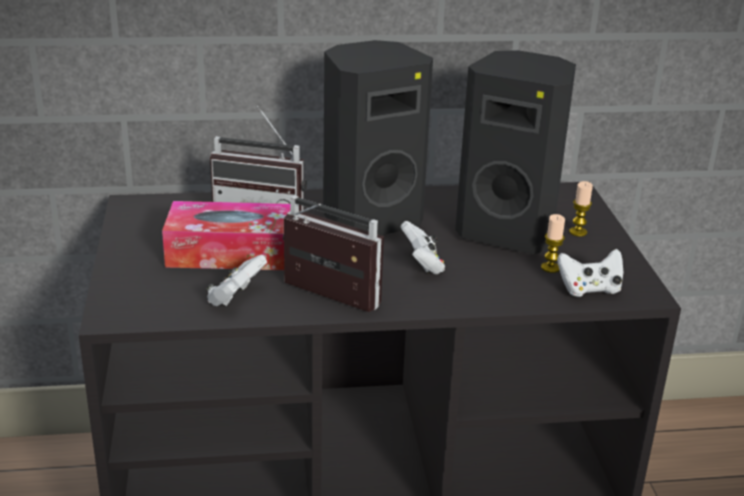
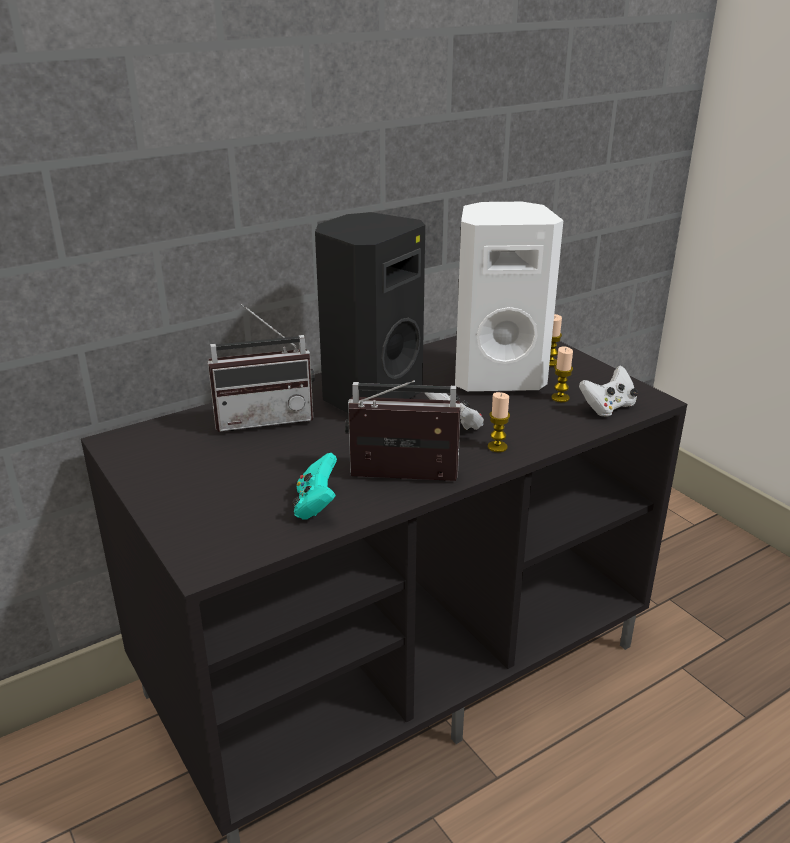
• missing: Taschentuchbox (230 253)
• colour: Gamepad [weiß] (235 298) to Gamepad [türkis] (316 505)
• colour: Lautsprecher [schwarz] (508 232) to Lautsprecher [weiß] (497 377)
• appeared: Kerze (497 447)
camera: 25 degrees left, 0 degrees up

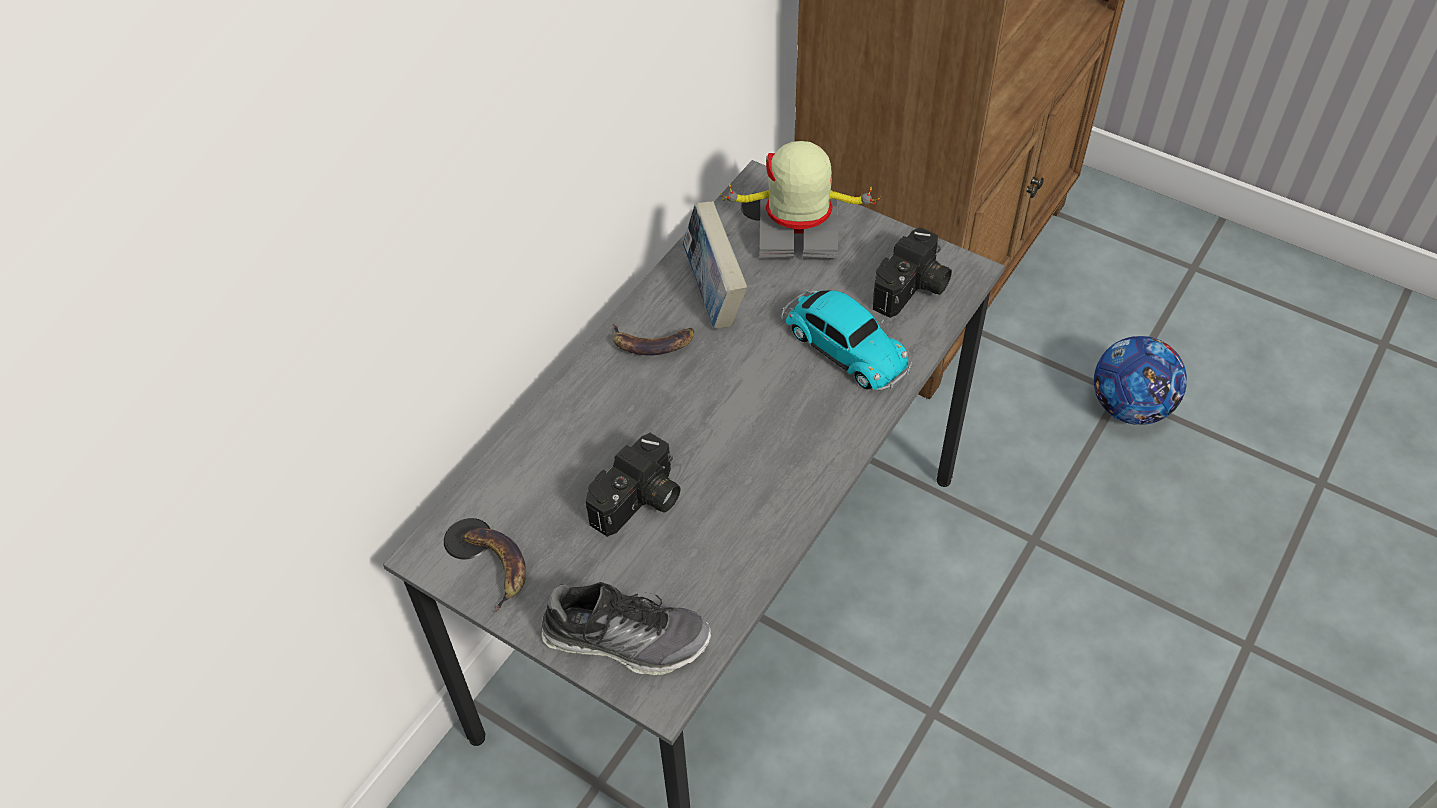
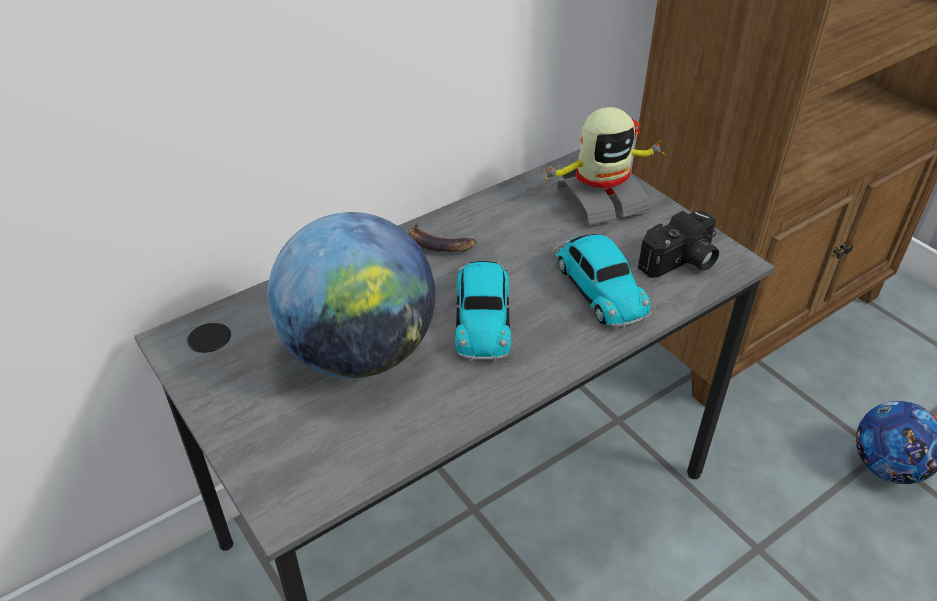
• missing: Banane (495 566)
• missing: Schuh (626 638)
• exchanged: Kamera (639 503) to Globus (359 353)
• missing: Buch (714 295)
• spun: Spielzeugroboter (798 234) = (600 200) 135 degrees clockwise
• appeared: Spielzeugauto (482 316)
camera: 20 degrees right, 10 degrees down

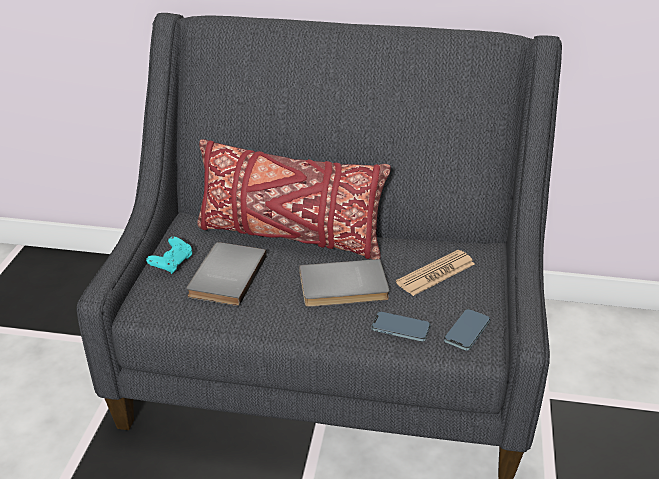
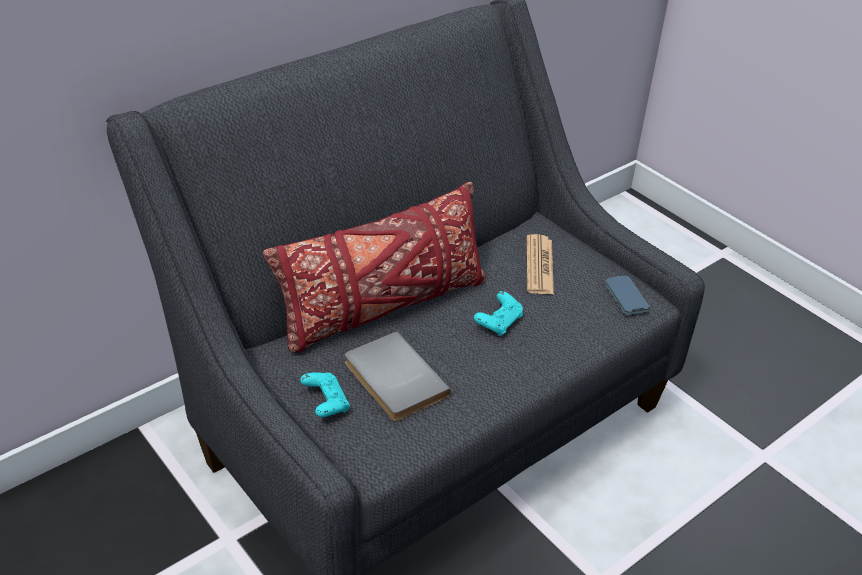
• exchanged: Buch [grau] (344 288) to Gamepad [türkis] (499 323)
• missing: Handy (400 329)
camera: 50 degrees left, 5 degrees up

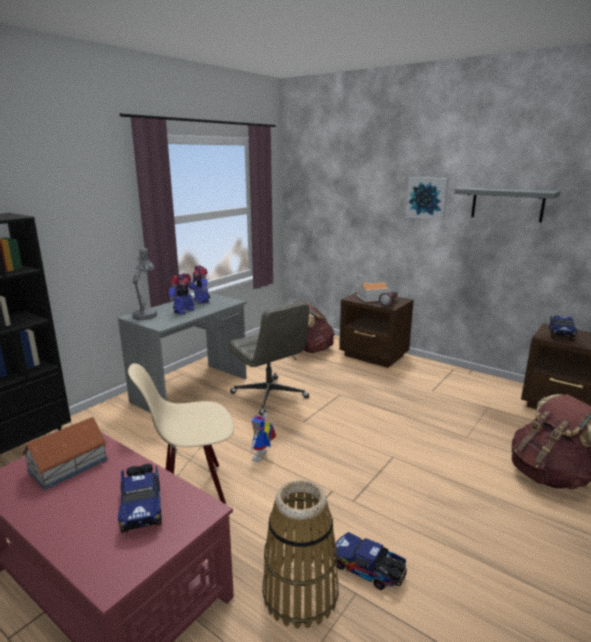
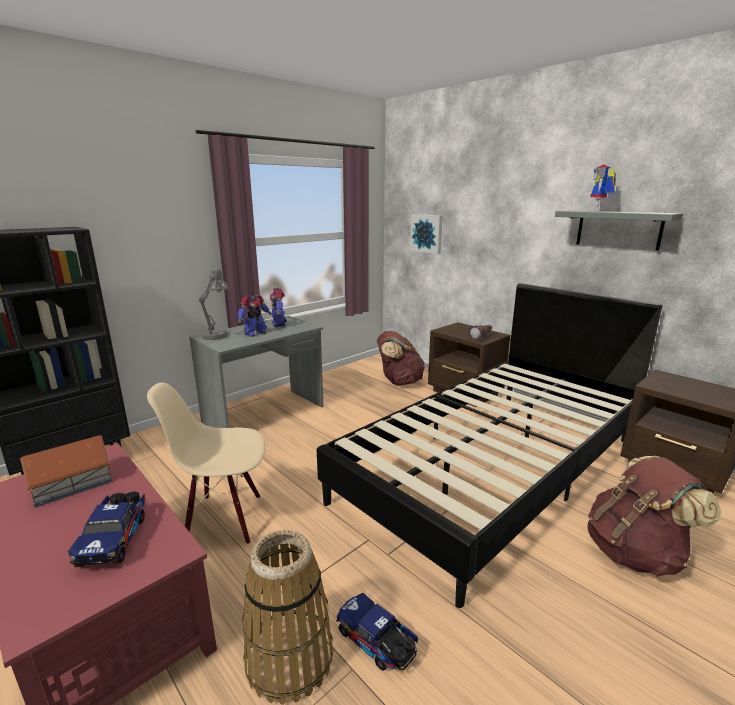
• missing: Bürostuhl [grau] (270 396)
• relocated: Spielzeugroboter (262 457) to (598 211)
• missing: Spielzeughaus (369 298)
• relocated: Bild (427 198) to (427 233)
• missing: Spielzeuglaster (561 334)
• appeared: Bett [schwarz] (493 468)
camera: 10 degrees right, 0 degrees up

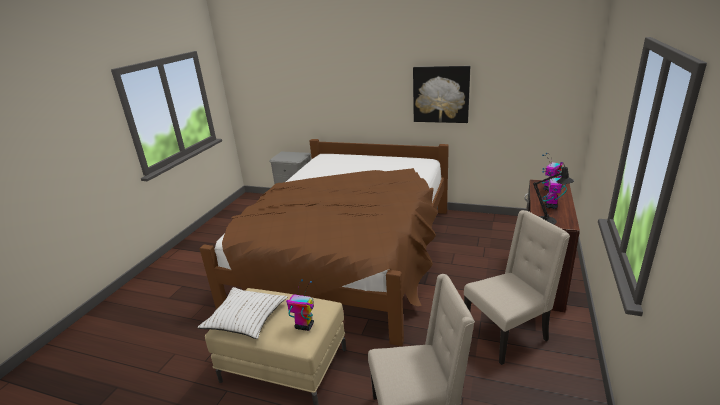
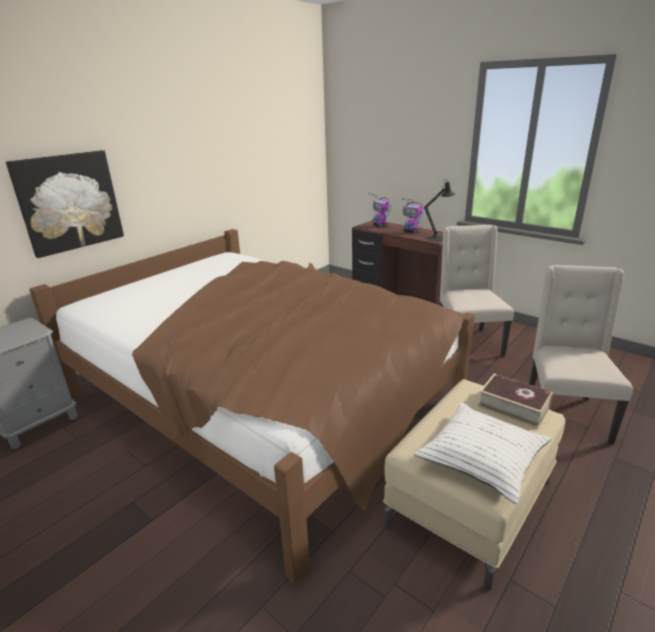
• exchanged: Spielzeugroboter (304 326) to Buch (513 406)
• relocated: Bild (441 94) to (69 202)
camera: 70 degrees left, 0 degrees up

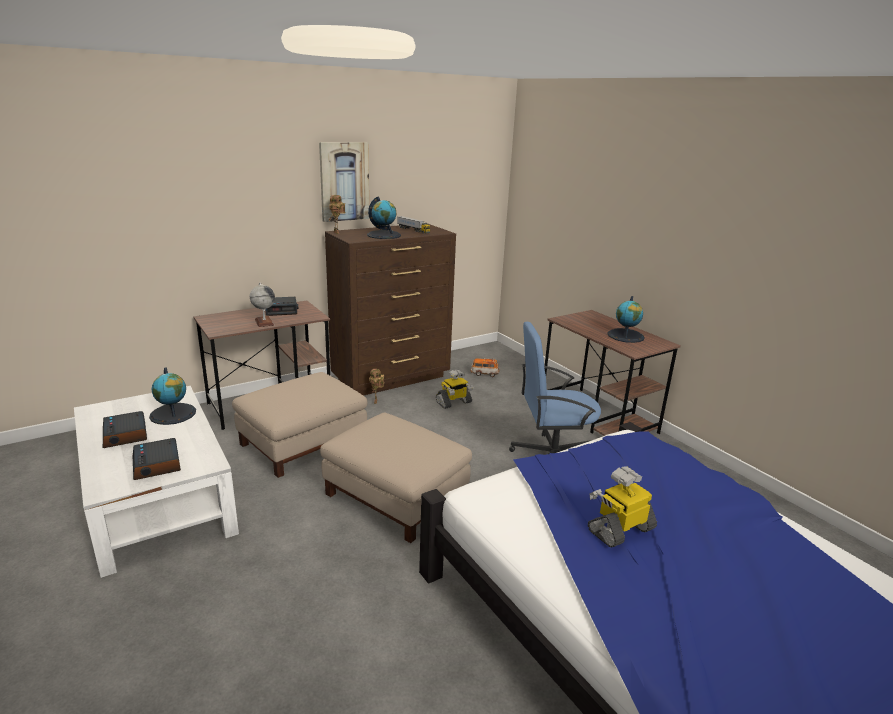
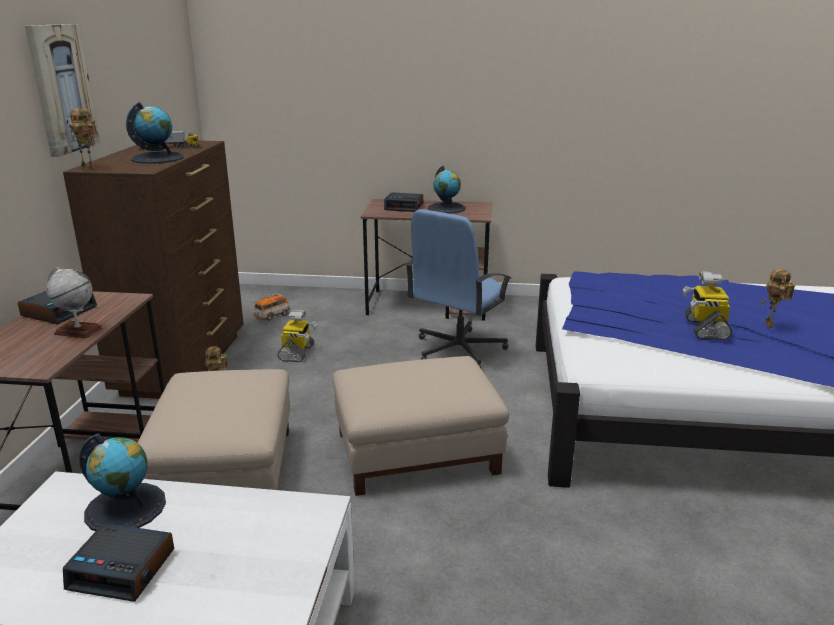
• relocated: Wecker (157 464) to (404 207)
• appeared: Spielzeugroboter (771 325)
camera: 50 degrees left, 0 degrees up

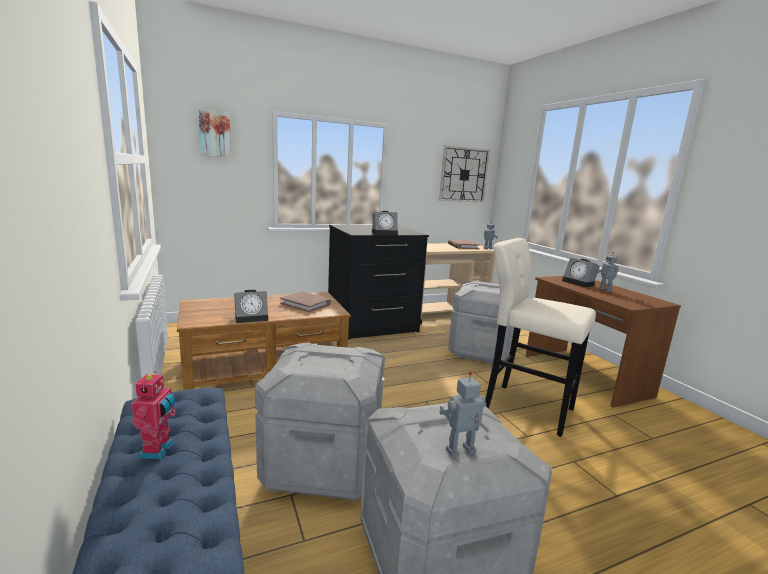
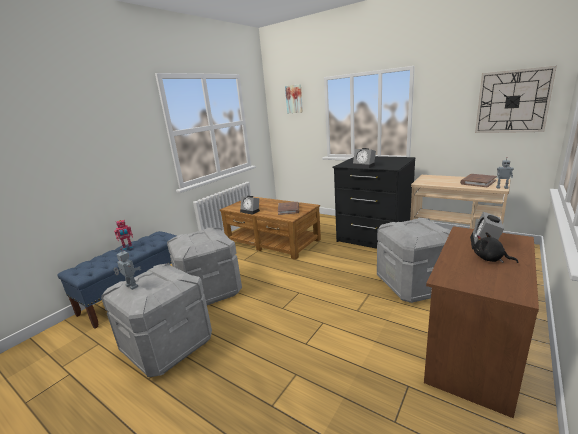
• missing: Hocker [beige] (523 407)
• exchanged: Spielzeugroboter (606 290) to Plüschtier [schwarz] (490 259)
camera: 60 degrees right, 5 degrees up

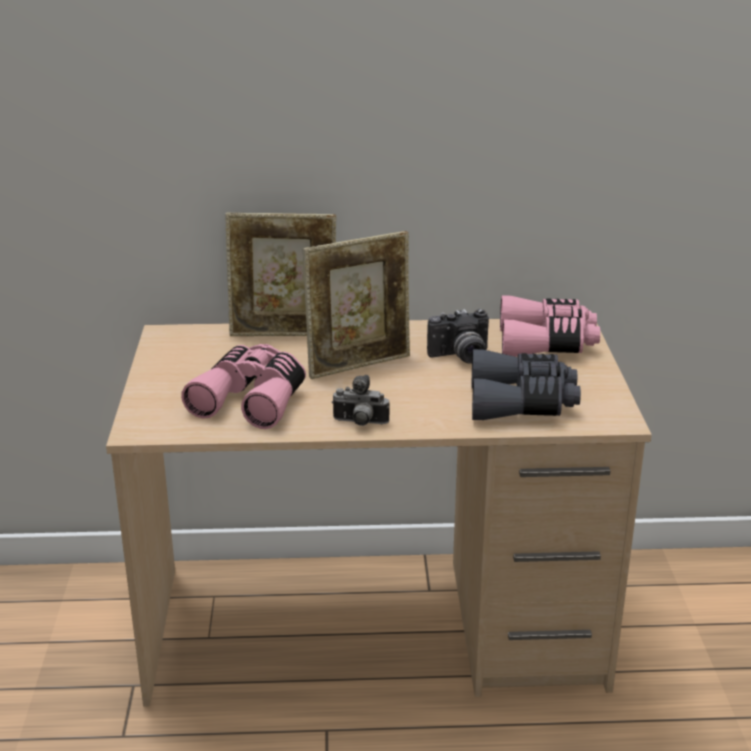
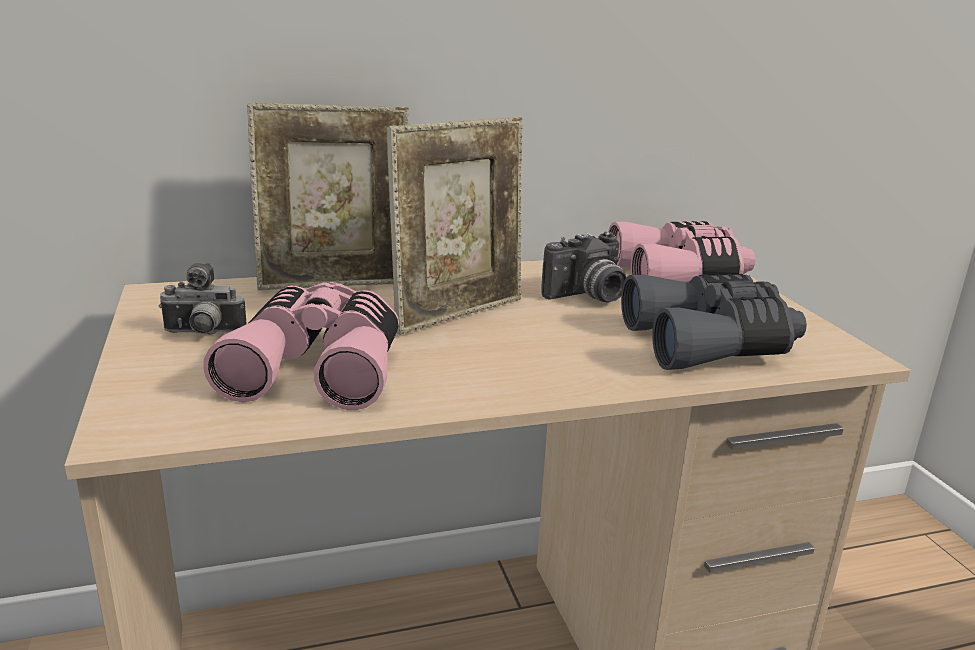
• relocated: Kamera (360 423) to (203 334)
camera: 15 degrees left, 5 degrees down

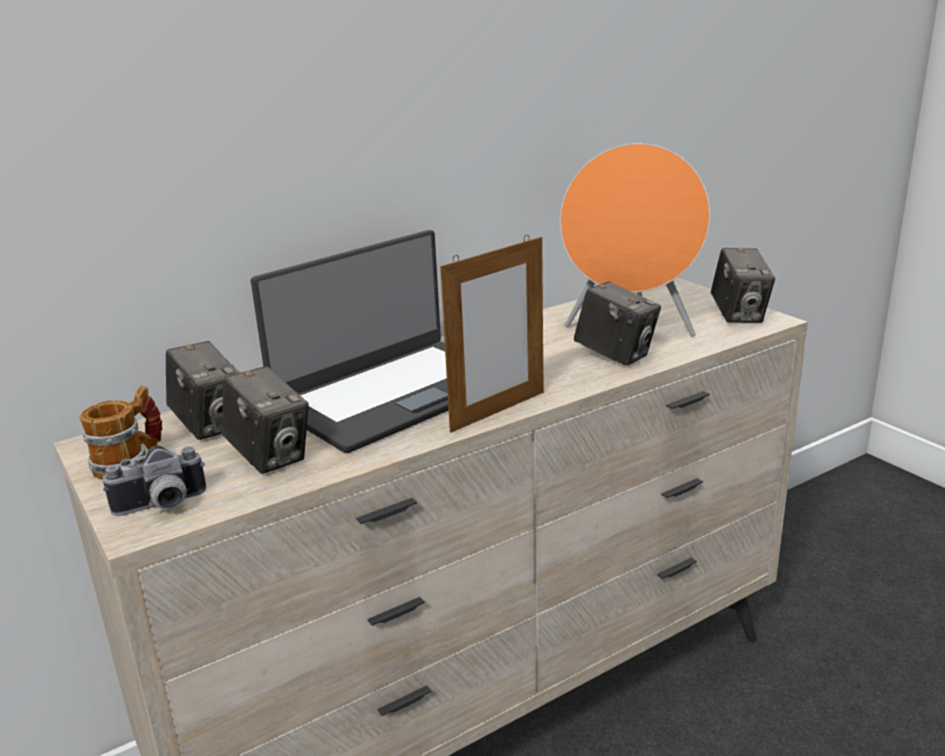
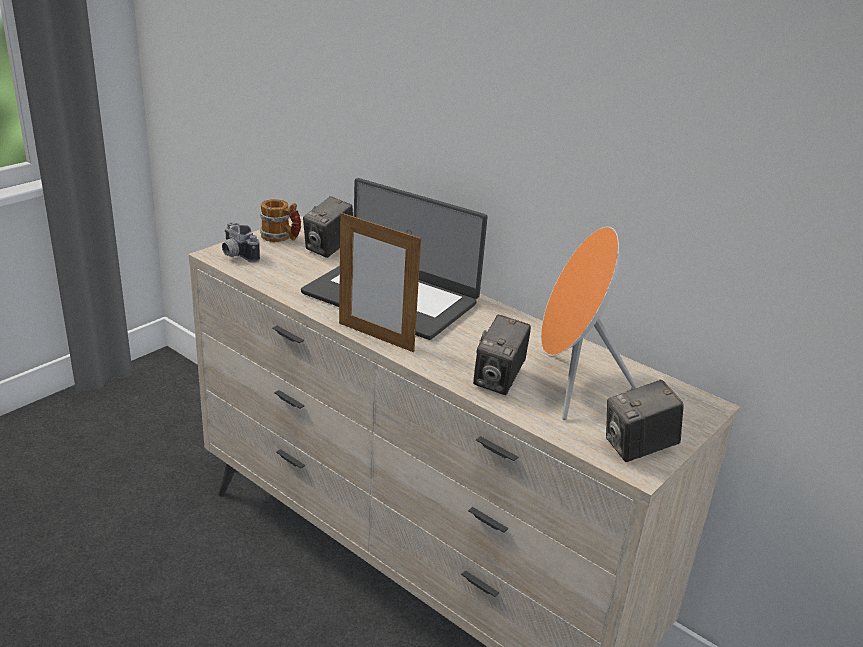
• missing: Kamera (269 456)
camera: 70 degrees right, 5 degrees up

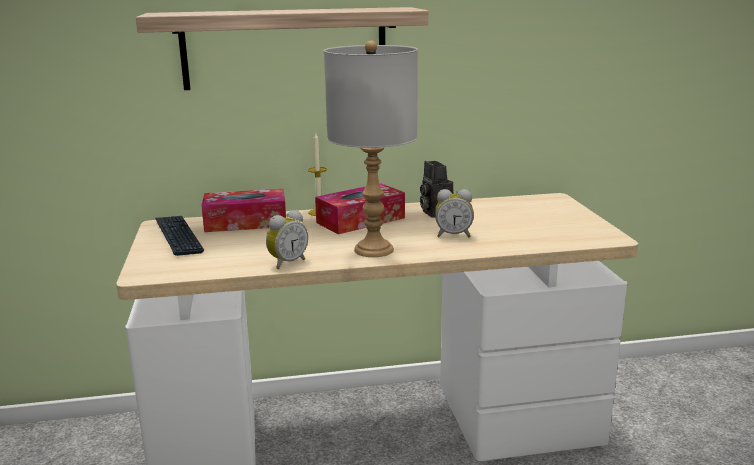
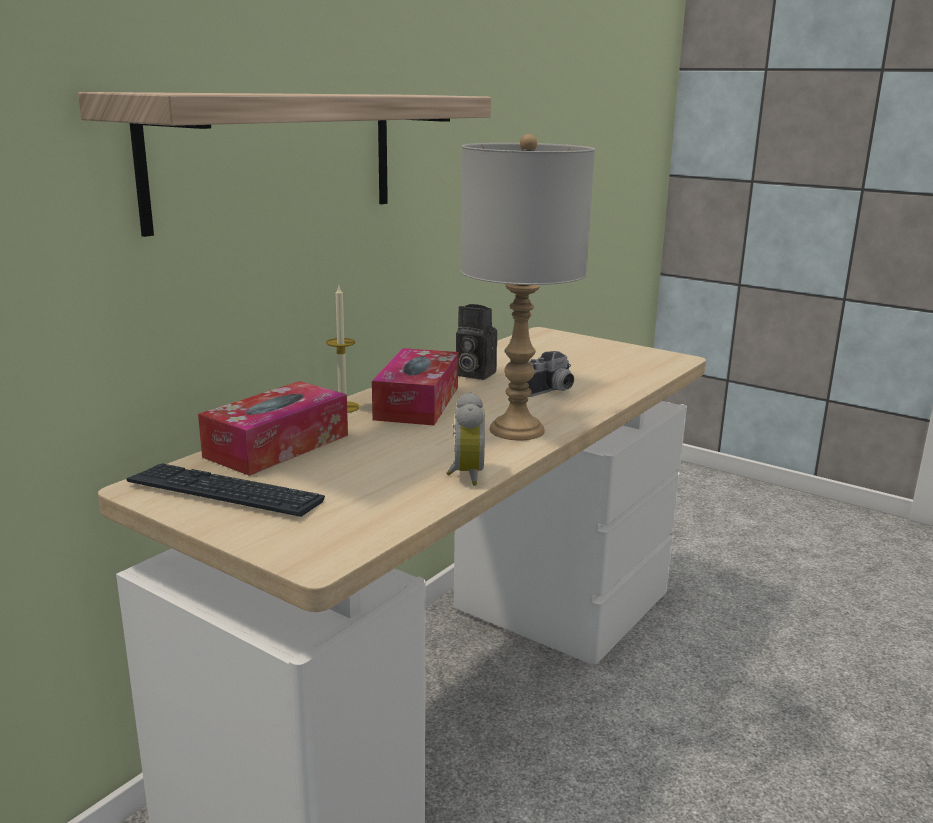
• exchanged: Wecker (453 235) to Kamera (551 392)
camera: 45 degrees left, 0 degrees up

